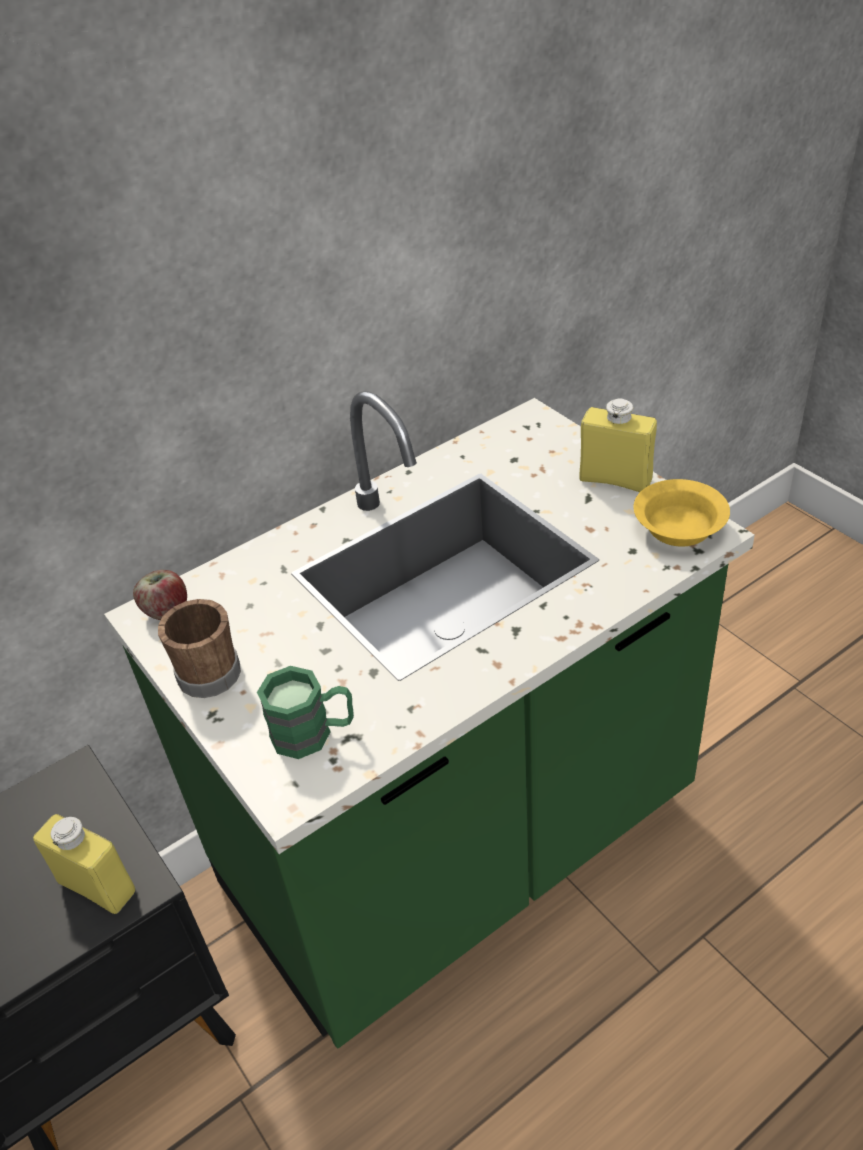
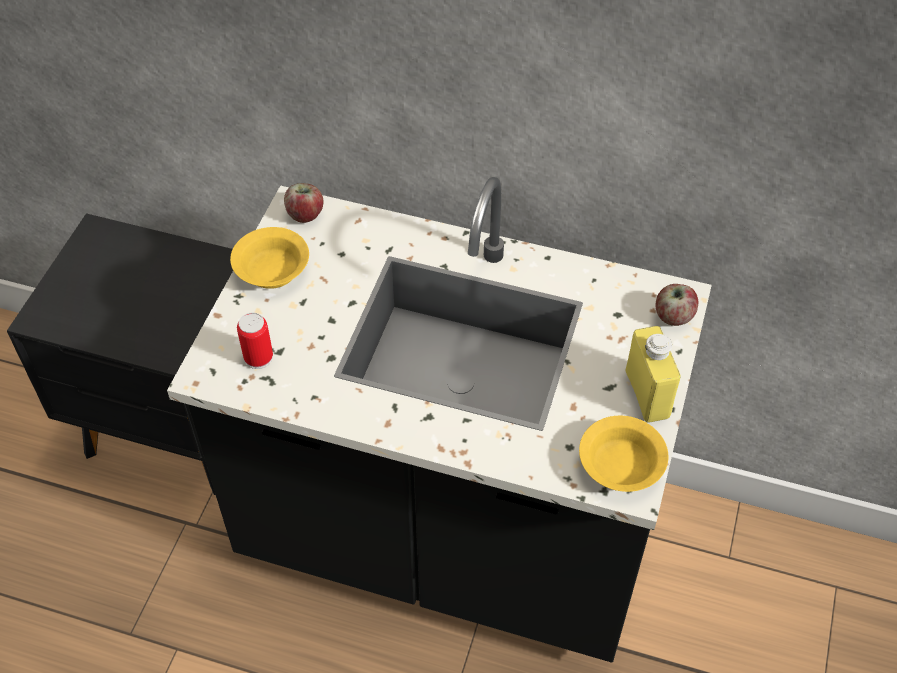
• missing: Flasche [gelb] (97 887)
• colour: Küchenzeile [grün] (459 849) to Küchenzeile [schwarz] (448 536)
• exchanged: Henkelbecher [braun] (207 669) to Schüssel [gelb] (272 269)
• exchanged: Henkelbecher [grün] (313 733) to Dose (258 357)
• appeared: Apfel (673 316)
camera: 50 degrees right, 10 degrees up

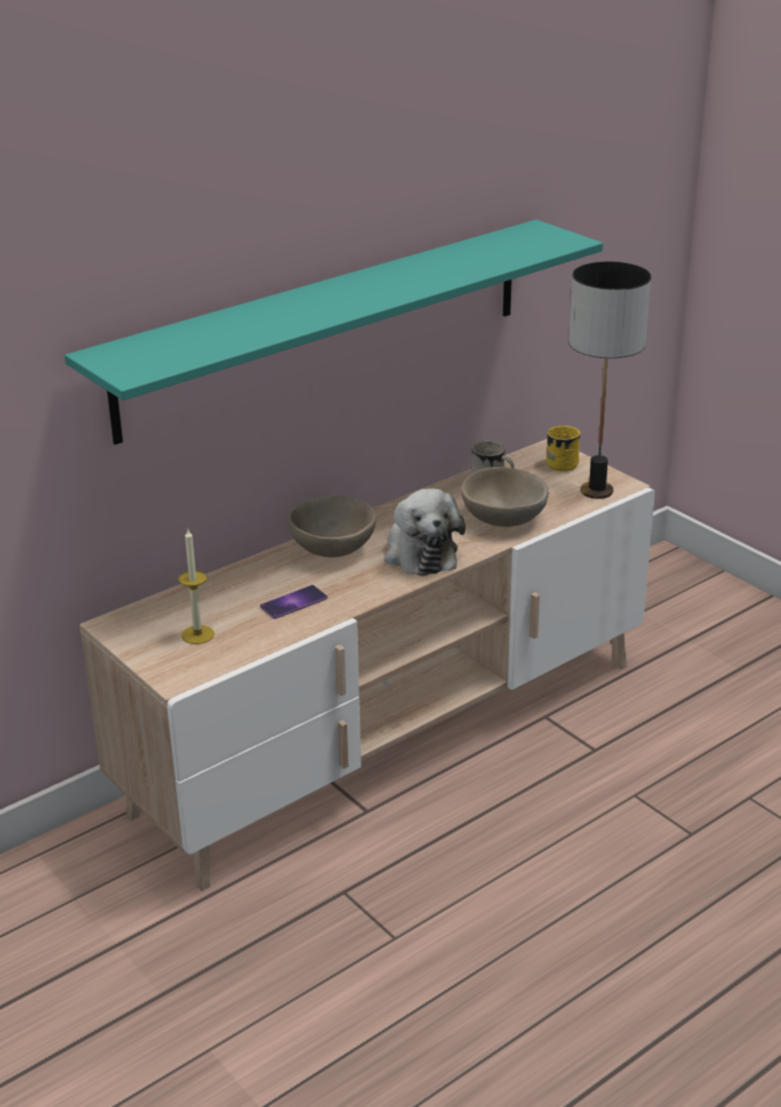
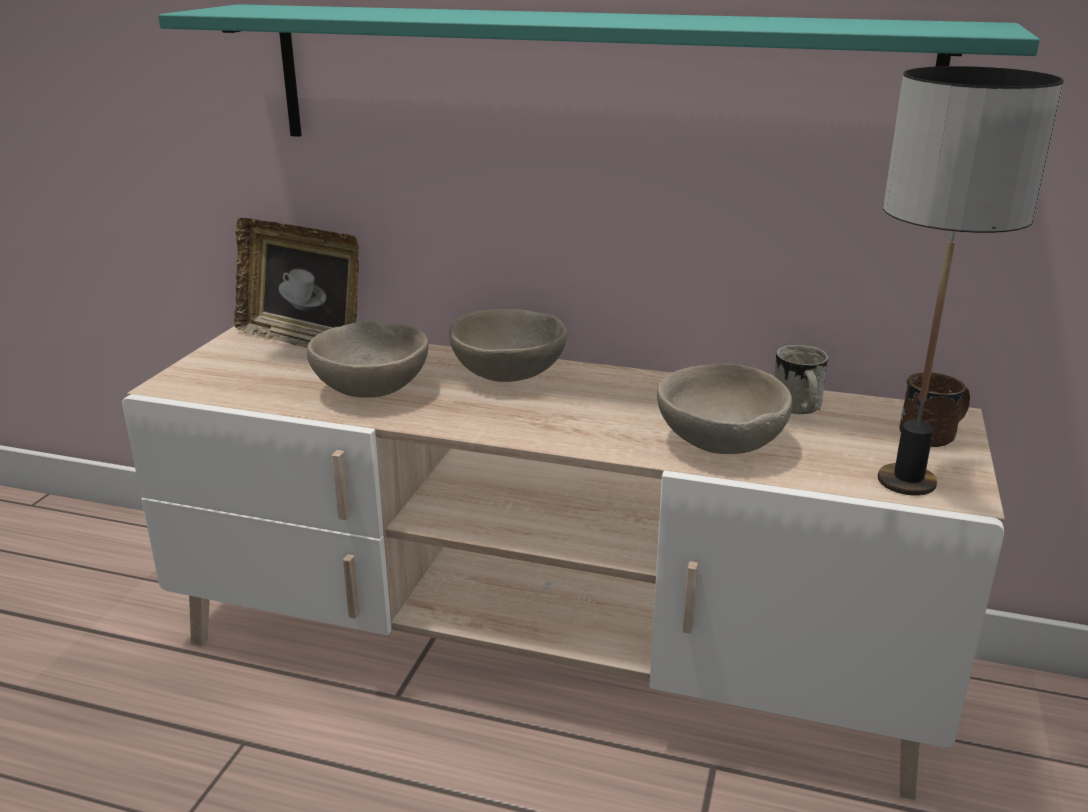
• missing: Kerze (198 634)
• exchanged: Handy (293 602) to Schüssel [beige] (372 390)
• missing: Plüschtier (419 552)
• colour: Henkelbecher [gelb] (563 462) to Henkelbecher [braun] (934 435)
• appeared: Bilderrahmen (303 340)
camera: 55 degrees right, 5 degrees down

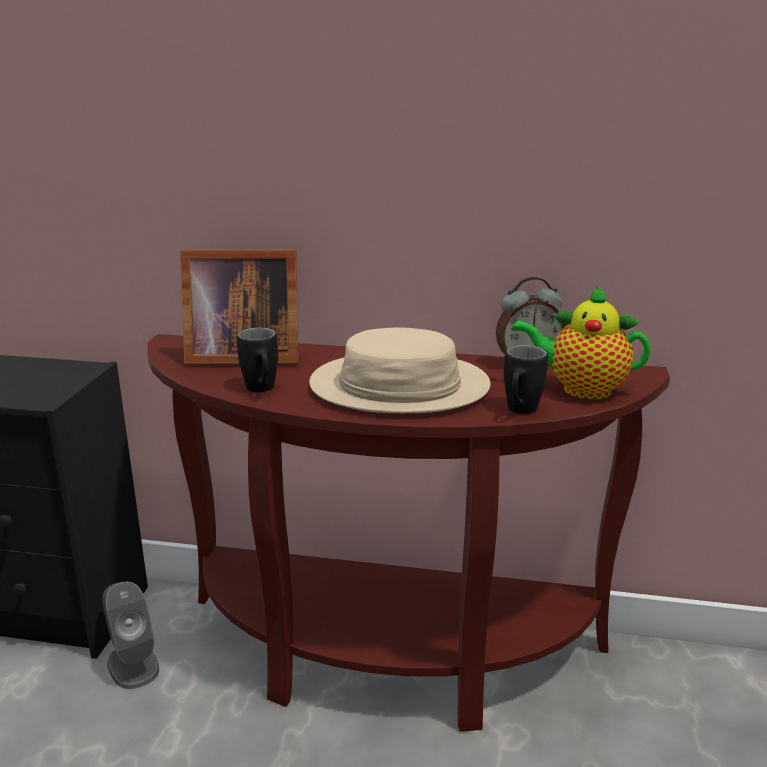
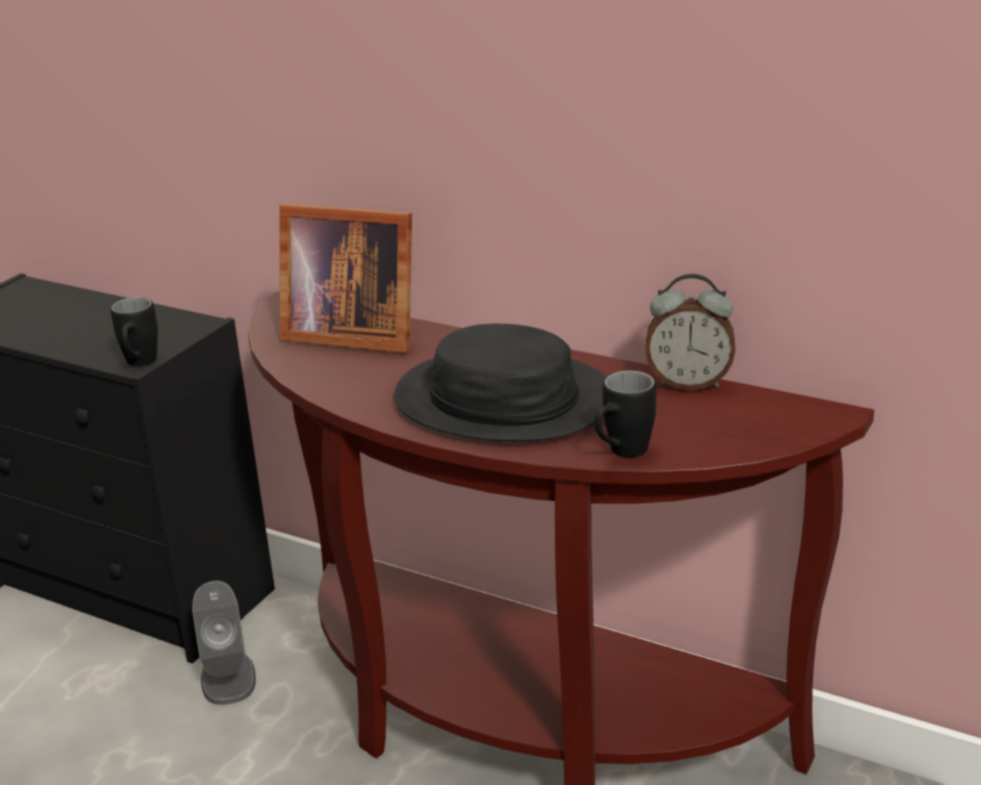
• relocated: Henkelbecher [schwarz] (262 390) to (139 364)
• colour: Hut [beige] (399 387) to Hut [schwarz] (503 400)
• missing: Teekanne (581 389)
camera: 20 degrees right, 5 degrees up

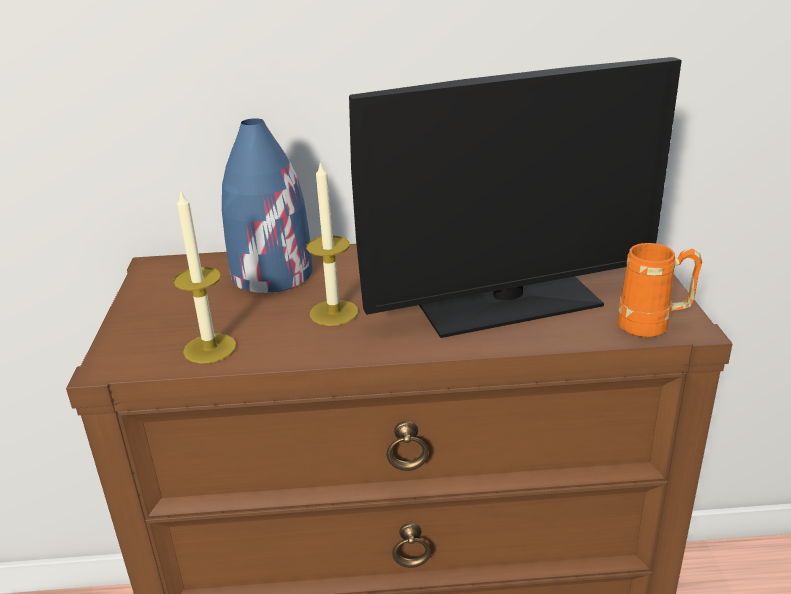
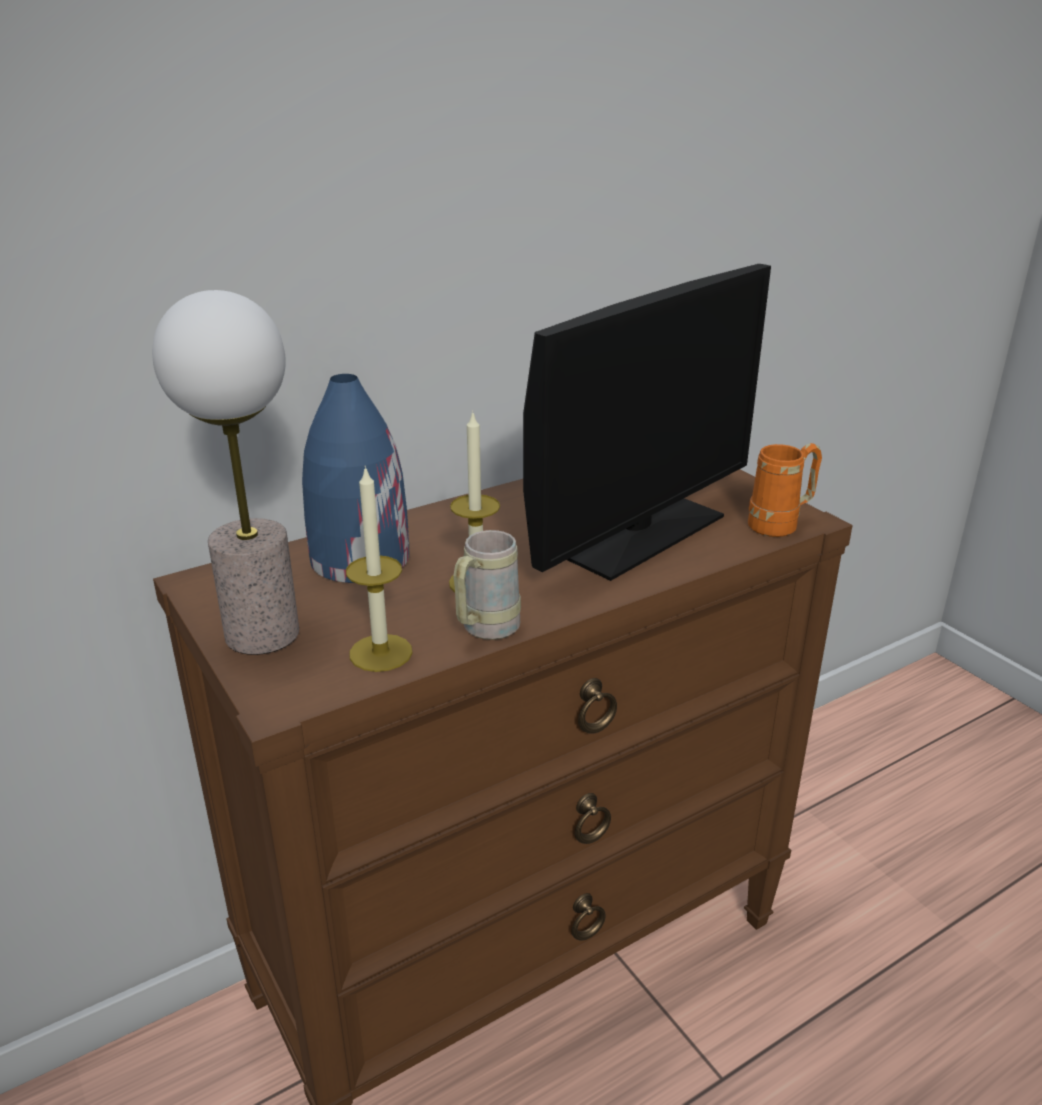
• appeared: Tischlampe (261 634)
• appeared: Henkelbecher [beige] (484 631)
camera: 30 degrees left, 0 degrees up

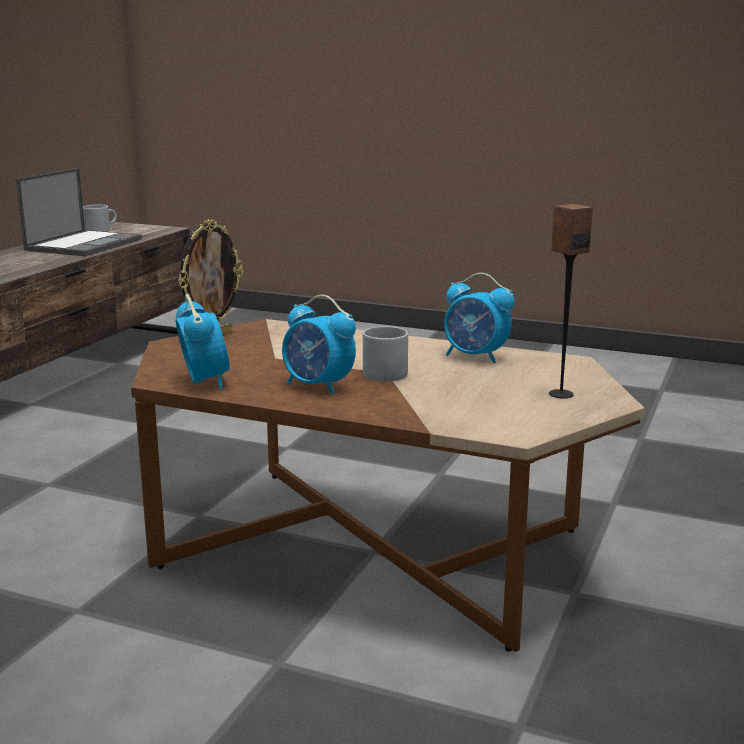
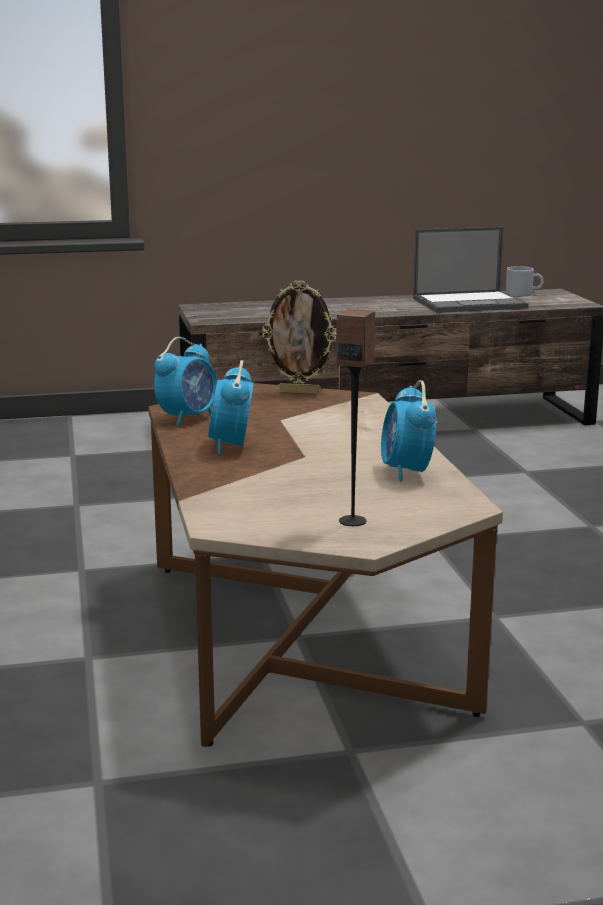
• missing: Henkelbecher [grau] (383 371)
camera: 55 degrees right, 0 degrees up

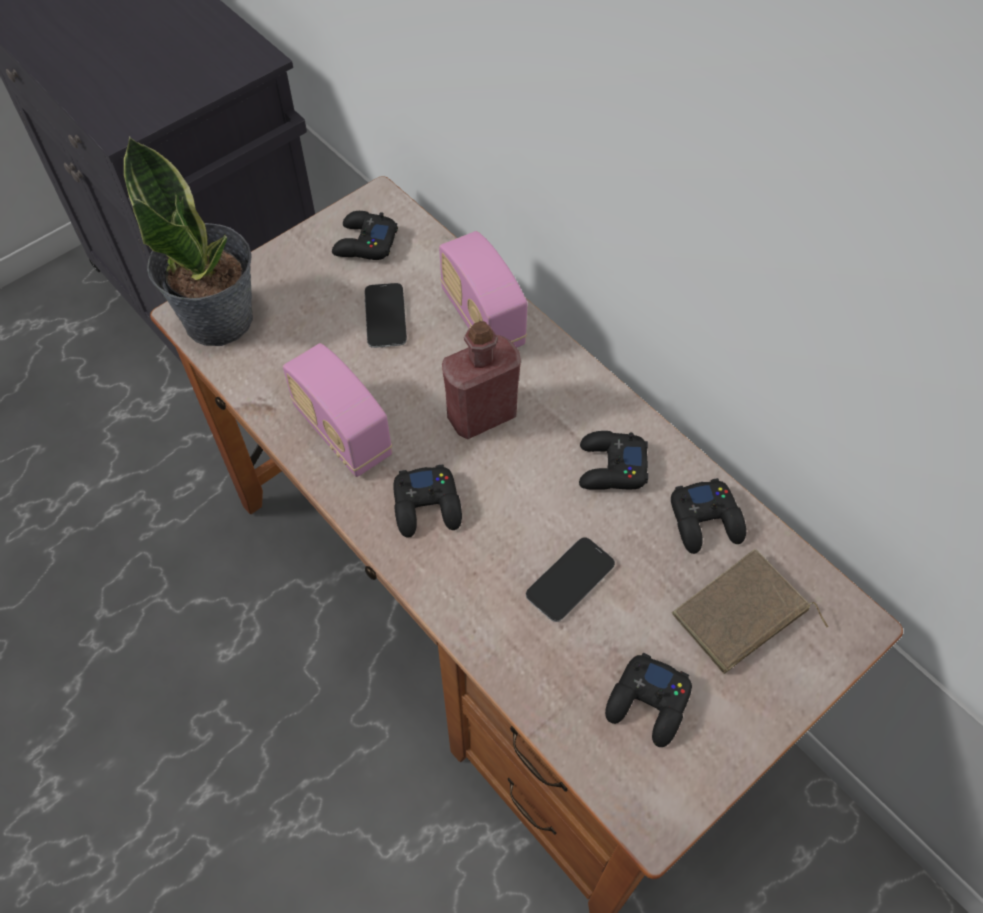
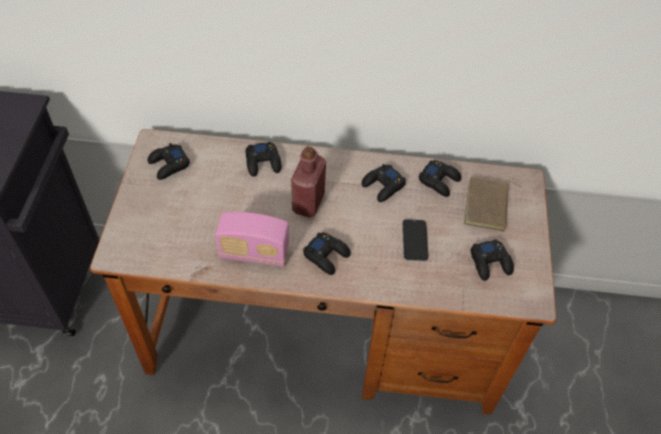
• missing: Topfpflanze (220 318)
• missing: Handy (385 316)
• exchanged: Radio (482 318) to Gamepad [schwarz] (263 162)
camera: 45 degrees left, 5 degrees down

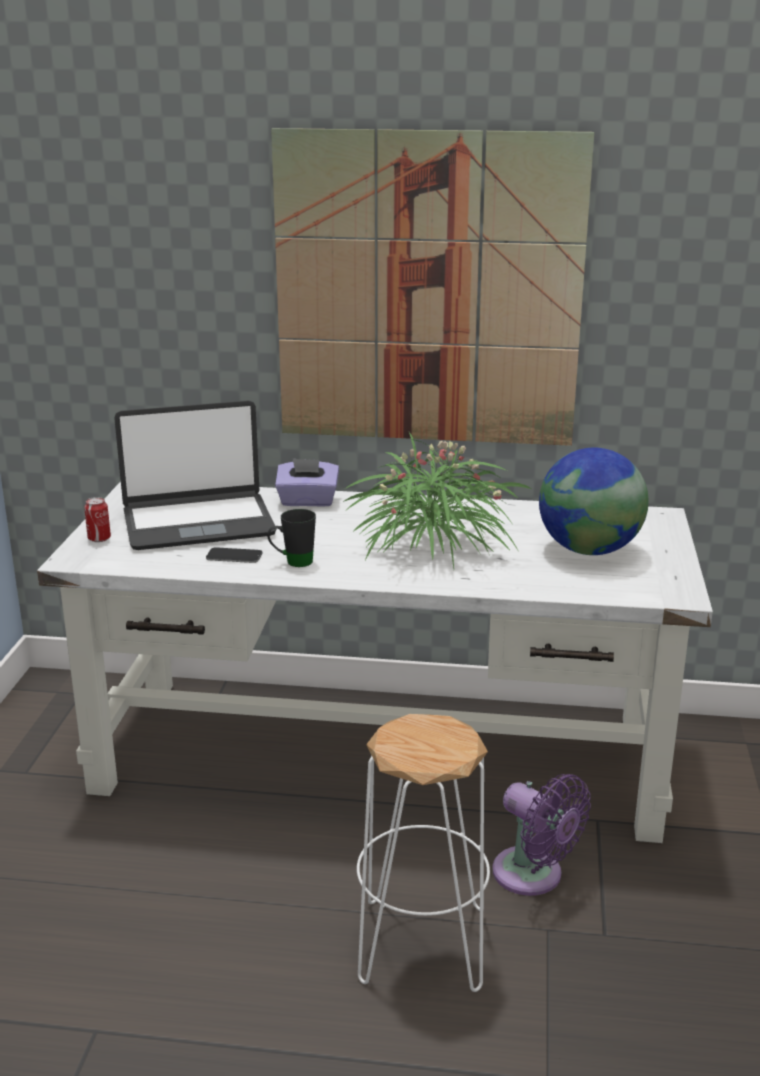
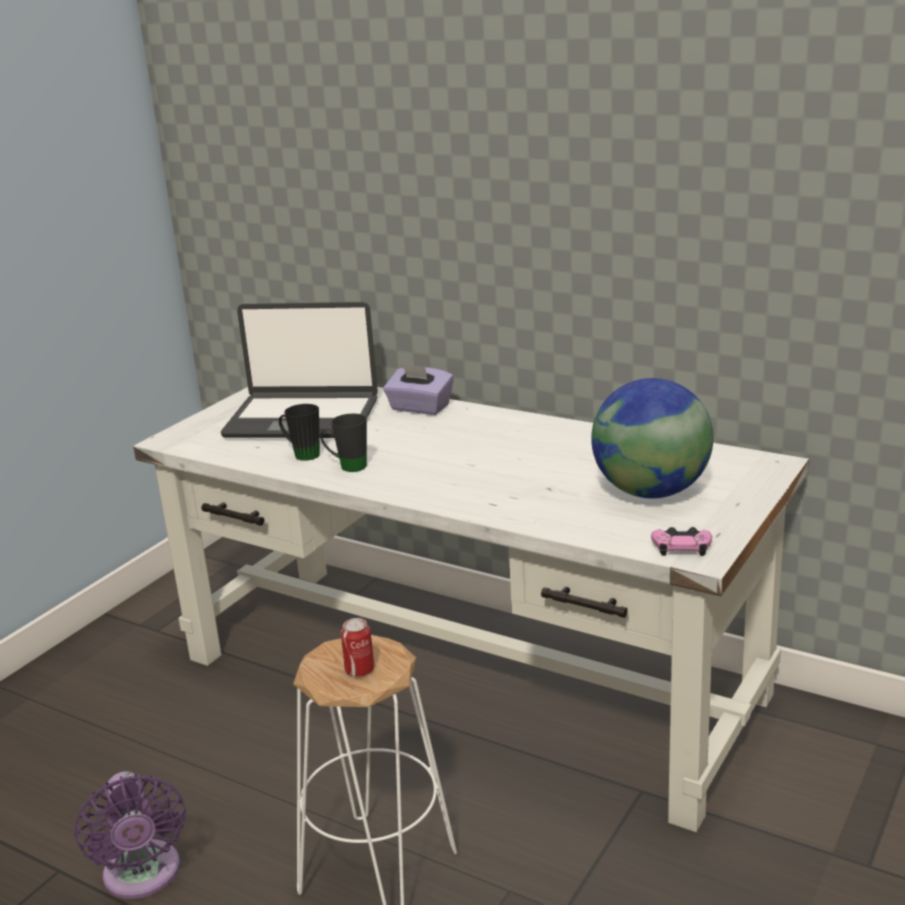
• relocated: Dose (99 538) to (359 670)
• exchanged: Handy (234 556) to Henkelbecher [schwarz] (301 454)
• missing: Bild (427 292)
• missing: Topfpflanze (432 543)
• relocated: Ventilator [lila] (533 876) to (143 876)
• appeared: Gamepad [rosa] (681 547)
camera: 25 degrees right, 0 degrees up

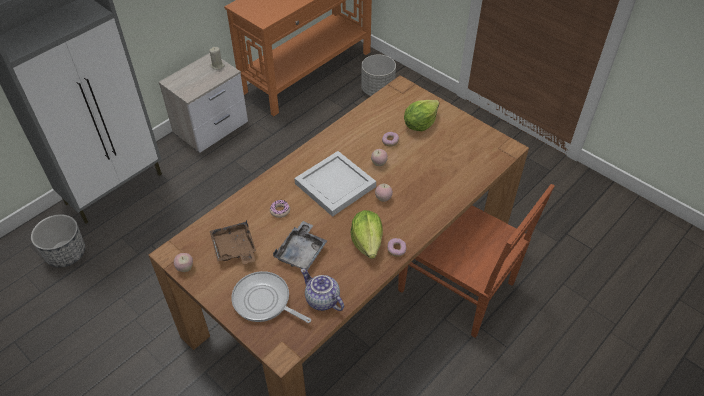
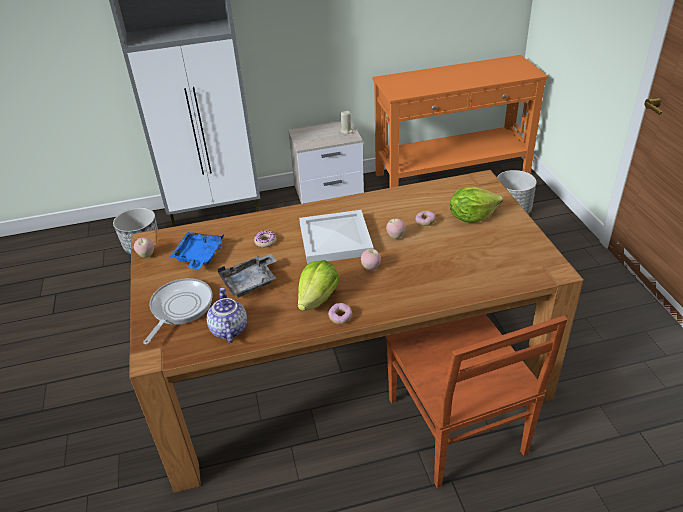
• colour: Tablett [braun] (234 249) to Tablett [blau] (198 256)
• spun: Pfanne (264 301) = (179 308) 45 degrees clockwise
camera: 35 degrees right, 10 degrees down

